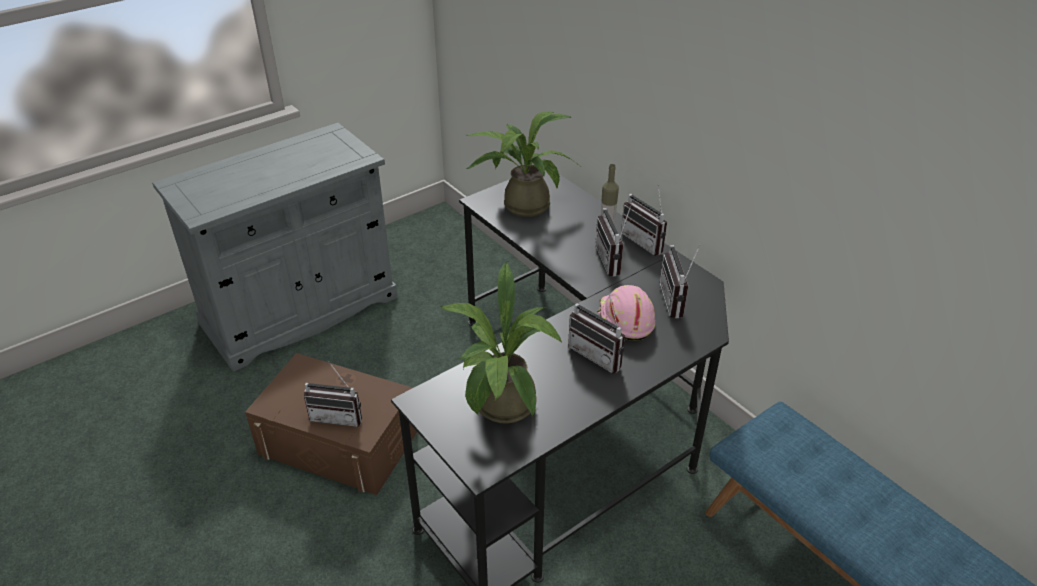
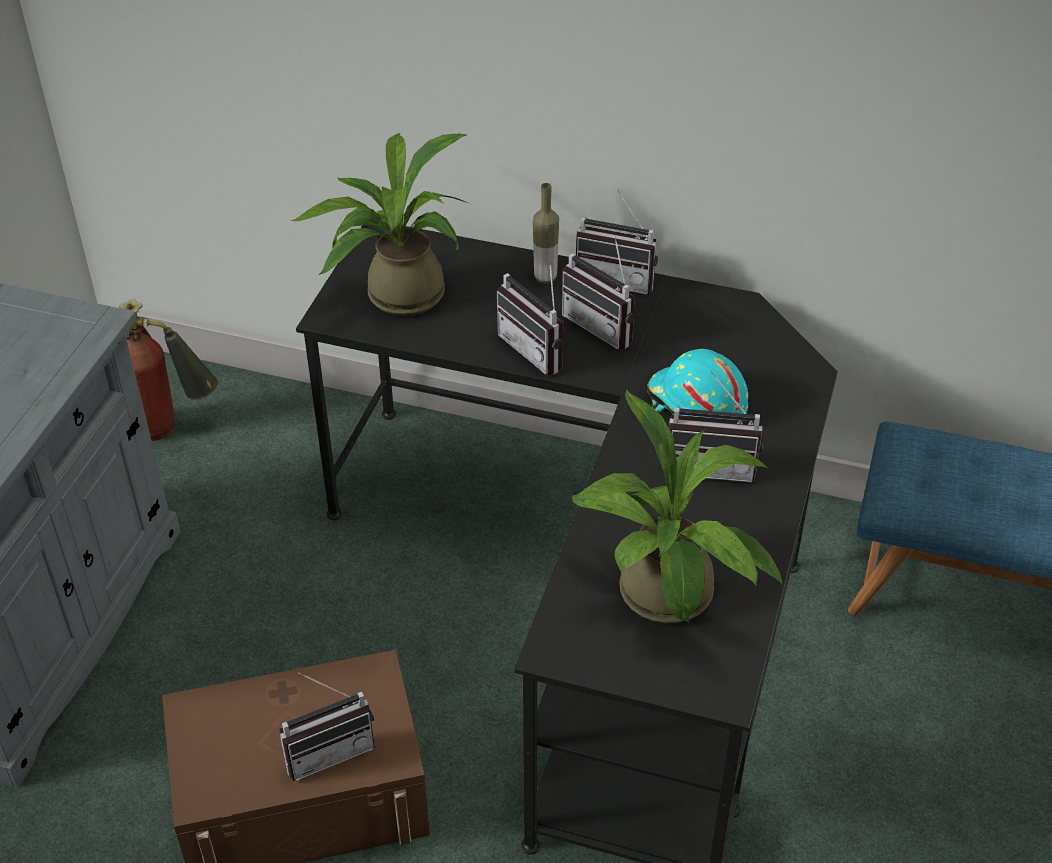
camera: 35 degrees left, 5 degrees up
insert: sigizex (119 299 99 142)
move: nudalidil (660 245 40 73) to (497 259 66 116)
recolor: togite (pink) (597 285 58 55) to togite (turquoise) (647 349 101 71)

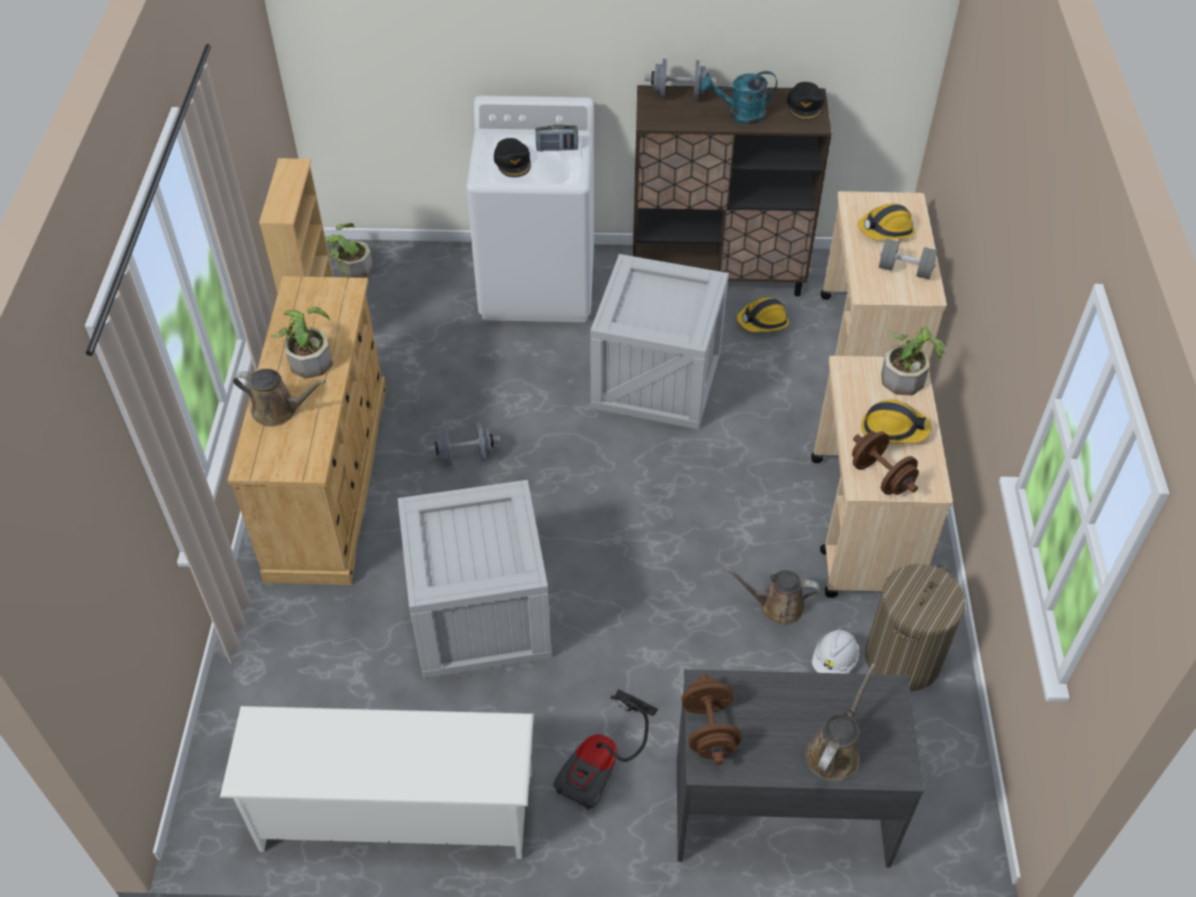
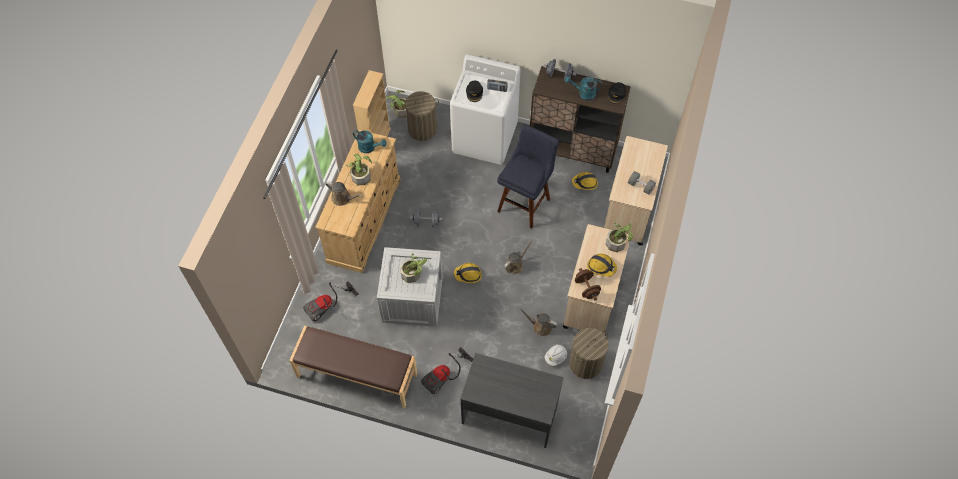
camera: 15 degrees right, 10 degrees up
delete: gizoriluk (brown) (681 674 61 91)
insert: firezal (303 281 56 40); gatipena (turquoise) (353 130 33 23); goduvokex (400 253 27 30); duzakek (402 91 37 50)
move: gatipena (brown) (805 663 71 118) to (504 239 30 35); togite (858 203 57 37) to (454 263 28 20)
replace: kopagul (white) (220 706 314 153) to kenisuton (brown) (289 326 128 82); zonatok (590 254 139 175) to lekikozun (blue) (497 125 62 103)

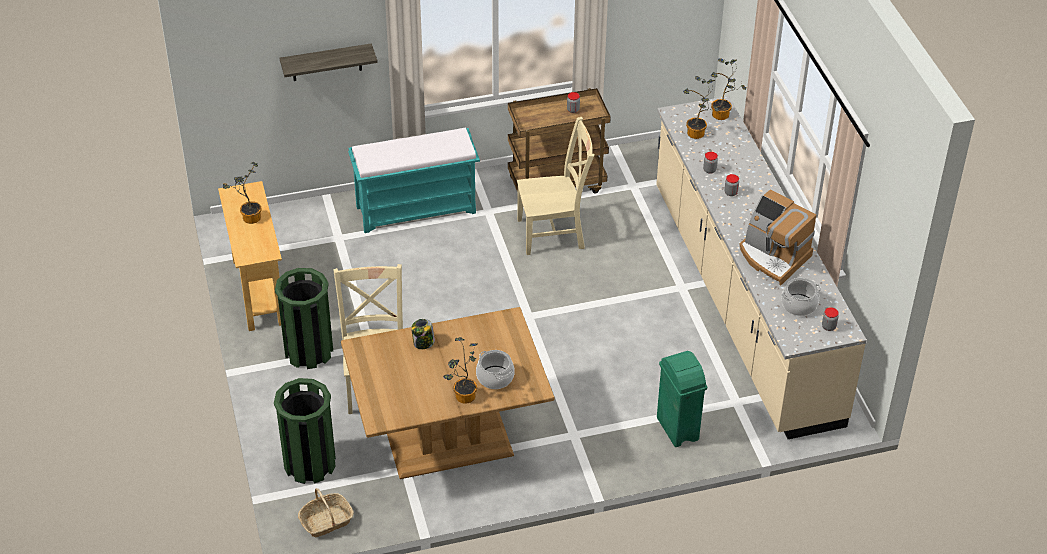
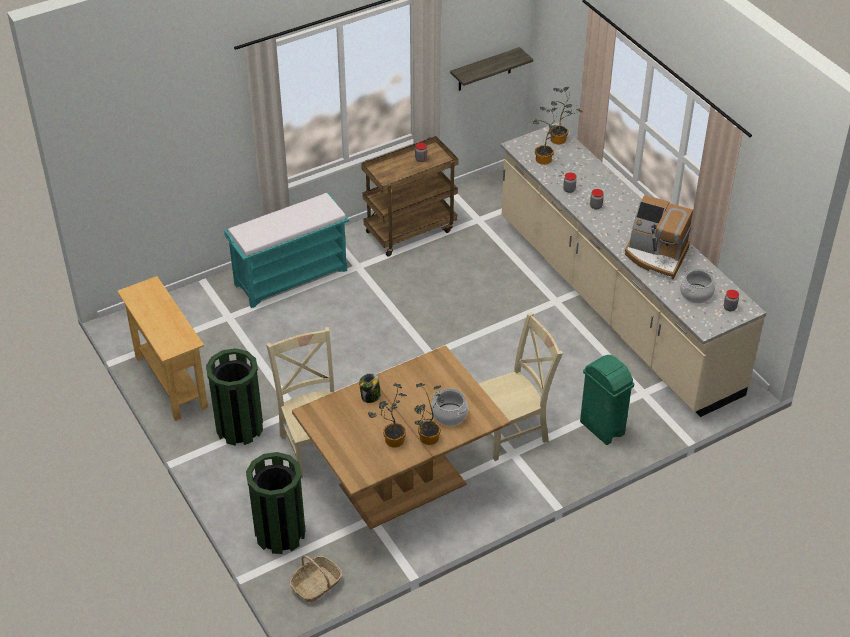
camera: 15 degrees left, 0 degrees up
move: goduvokex (223 162 39 62) to (368 383 39 64); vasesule (280 43 98 38) to (450 47 83 44); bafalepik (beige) (517 117 77 138) to (478 312 85 149)

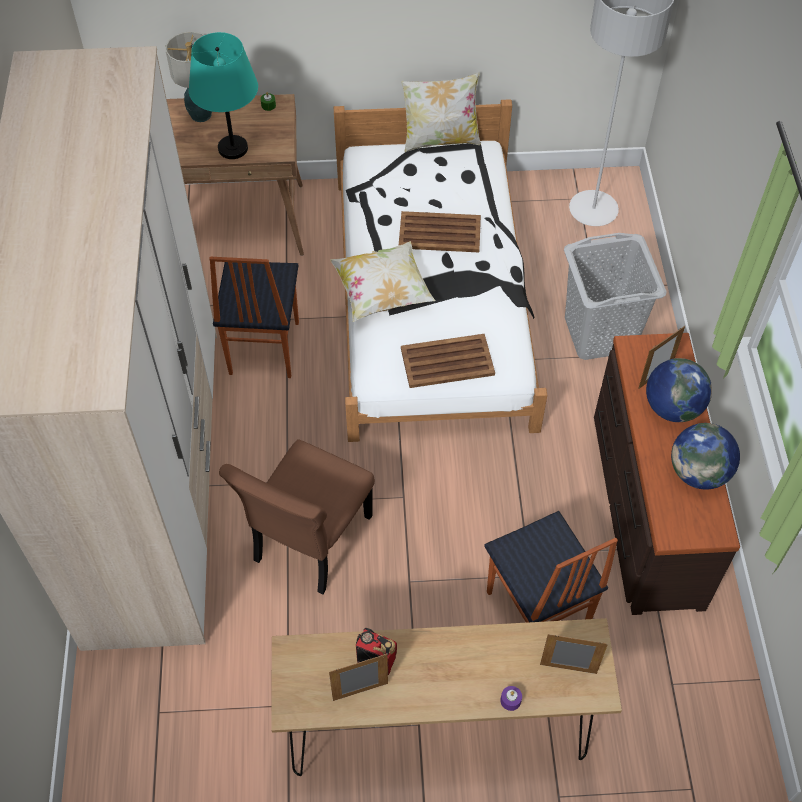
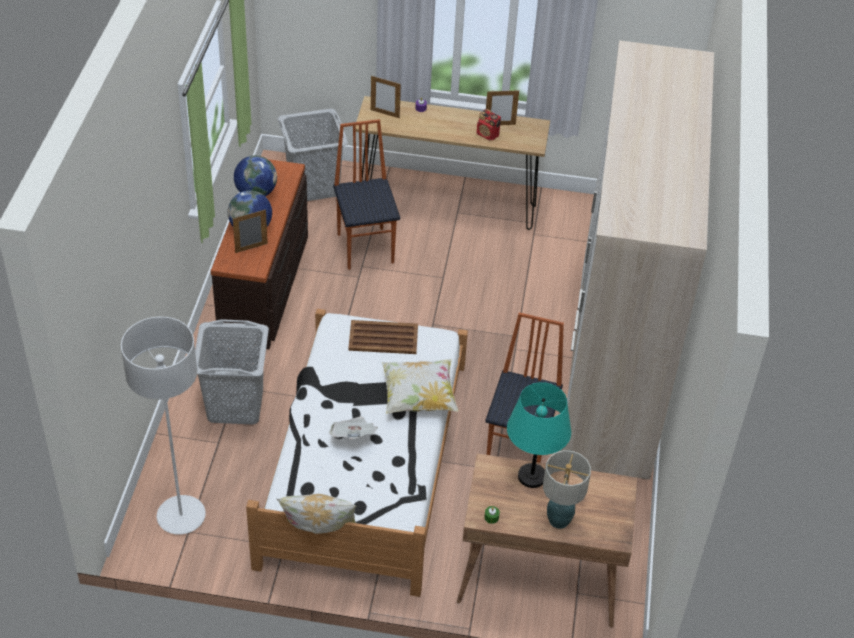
camera: 170 degrees left, 10 degrees down
delete: bafalepik (brown) (219 439 156 156)
insert: duzakek (grey) (278 108 70 93)
replace: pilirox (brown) (399 211 82 41) to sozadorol (329 417 49 22)

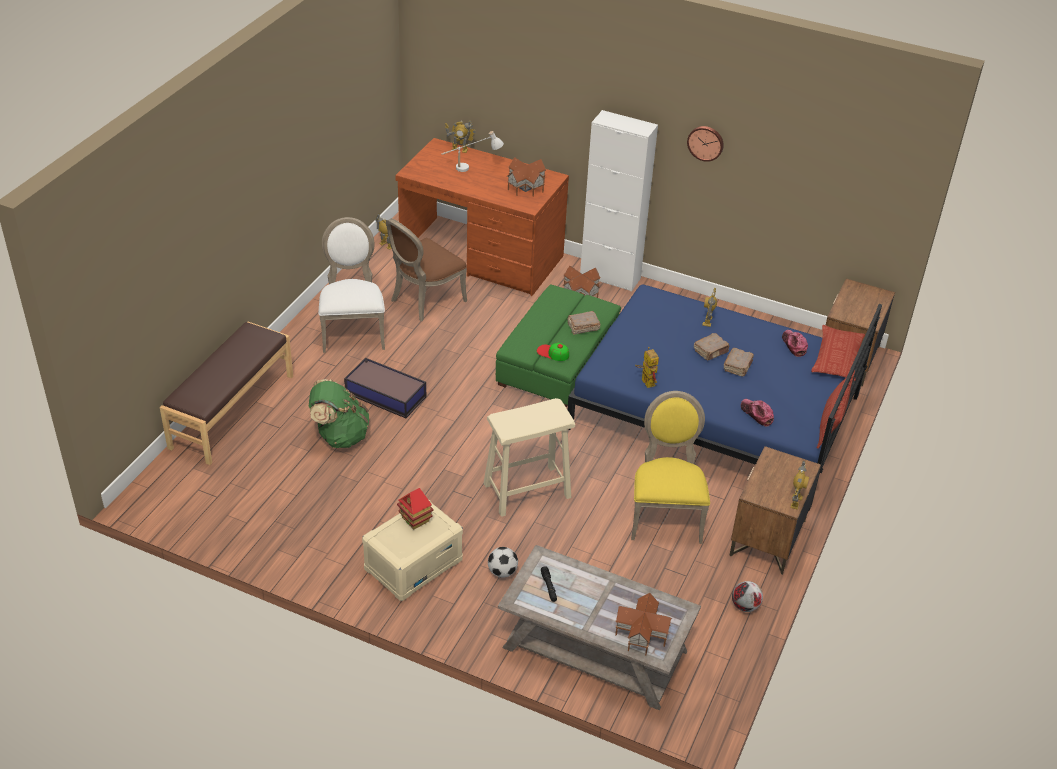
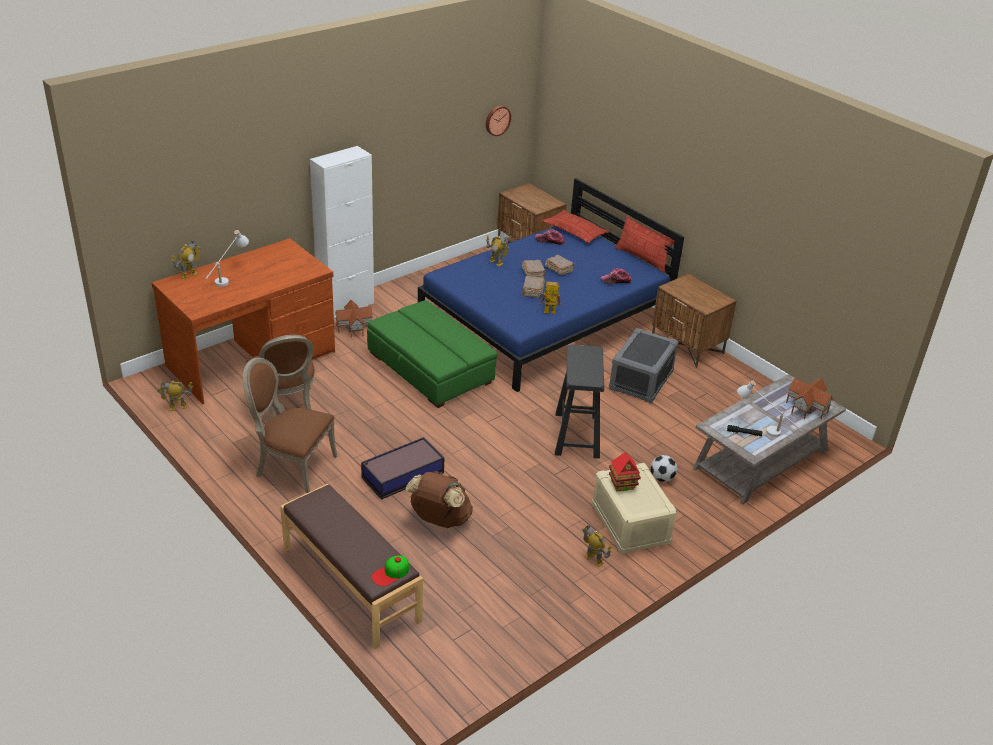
camera: 65 degrees left, 5 degrees down
delete: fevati (507 157 39 40); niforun (732 581 31 31)
insert: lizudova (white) (737 380 62 57)
move: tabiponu (537 343 32 18) to (372 555 37 31); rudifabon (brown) (567 311 33 24) to (522 276 23 22); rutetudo (687 126 37 36) to (486 106 25 30); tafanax (790 461 19 49) to (582 524 30 43)
replace: bafalepik (yellow) (631 391 79 153) to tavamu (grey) (609 328 70 75)
recolor: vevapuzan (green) (309 379 60 69) to vevapuzan (brown) (406 471 67 57); bafalepik (white) (318 217 67 136) to bafalepik (brown) (243 357 94 136); lekikozun (beige) (484 398 91 119) to lekikozun (black) (555 344 49 115)

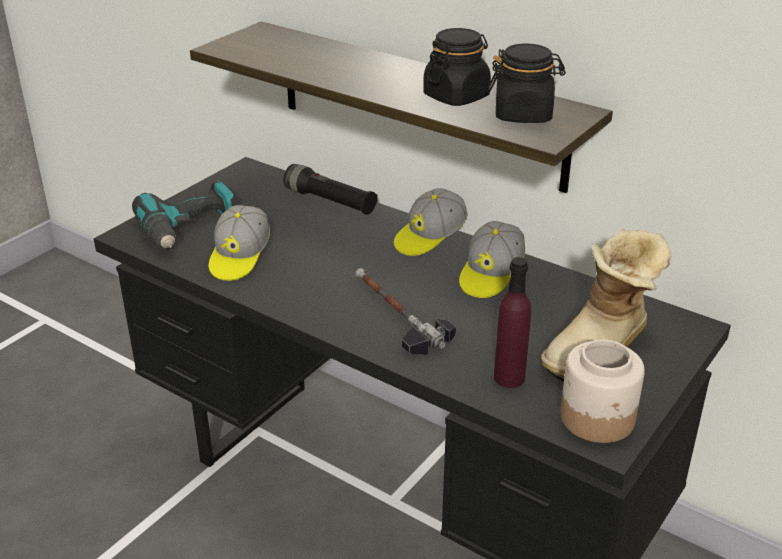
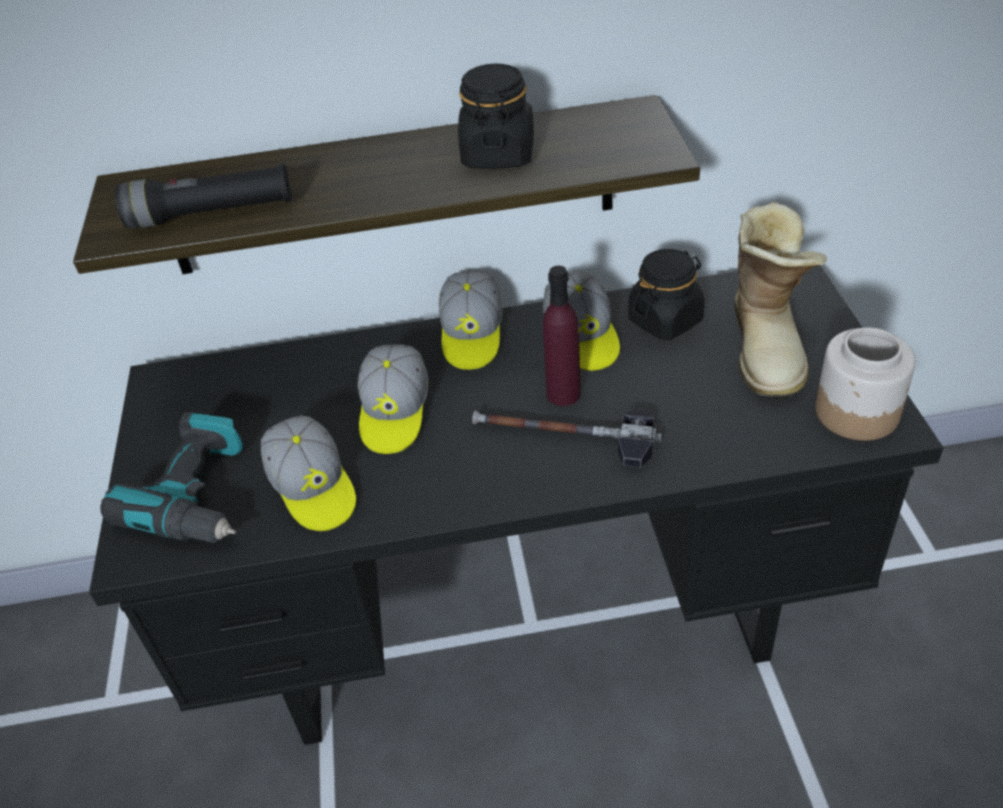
camera: 40 degrees left, 10 degrees up
insert: tabiponu (358 344 71 110)
move: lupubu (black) (284 164 94 51) to (115 163 176 65); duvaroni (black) (489 43 77 80) to (628 249 77 91); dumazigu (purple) (494 257 37 131) to (543 266 38 140)

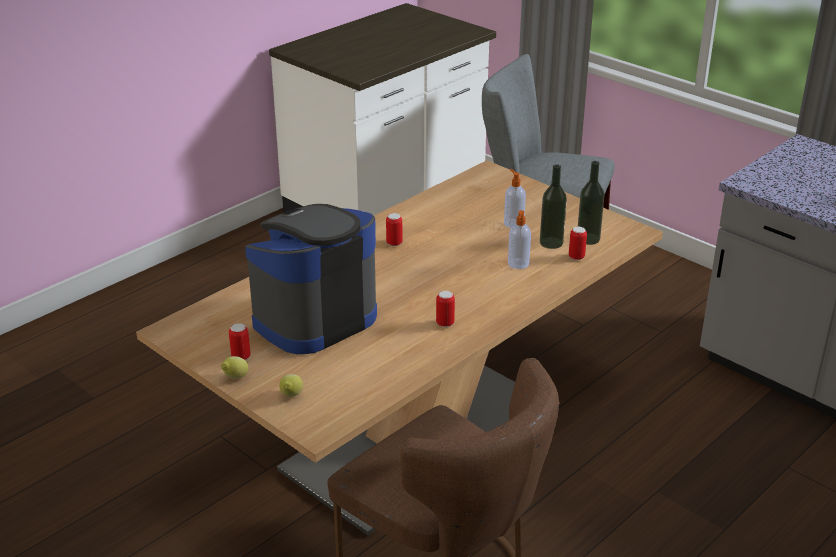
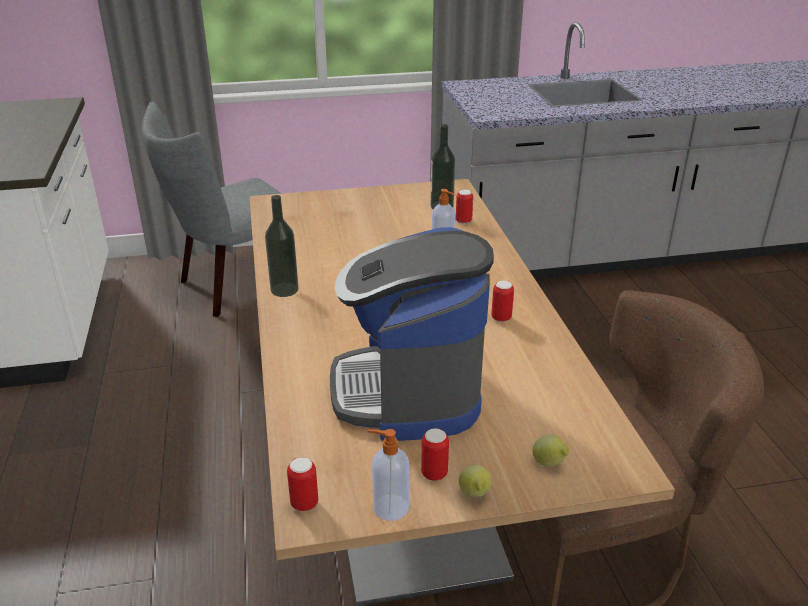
camera: 55 degrees left, 0 degrees up
move: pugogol (386 213 17 33) to (287 457 31 54); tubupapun (504 169 22 59) to (368 429 41 92); dumazigu (540 164 27 85) to (265 195 34 102)

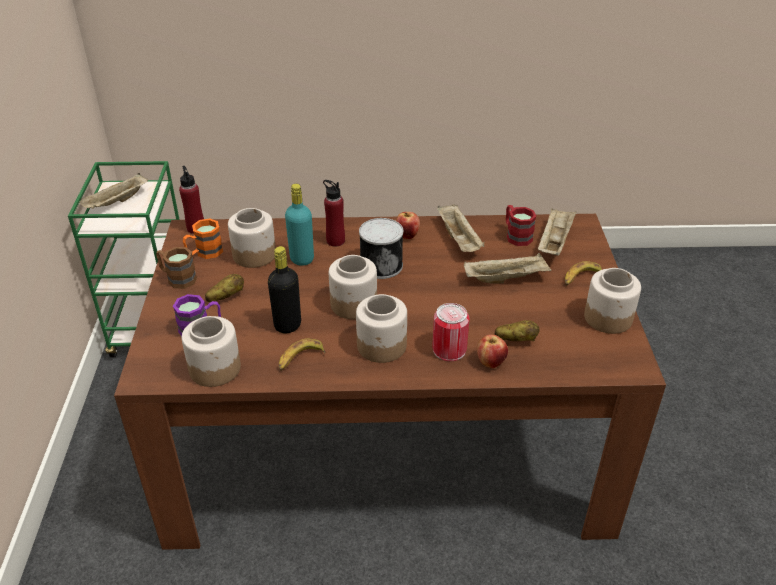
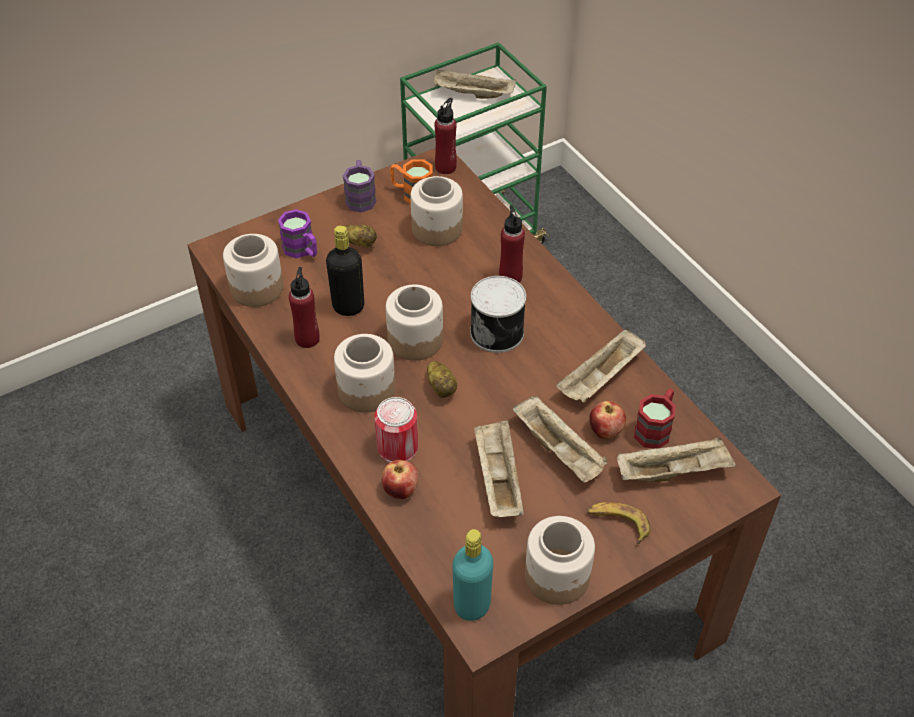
camera: 60 degrees right, 10 degrees up
insert: pilirox (beige) (474 420 50 97)
move: dumazigu (turquoise) (285 184 29 82) to (453 529 40 92); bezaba (396 212 24 27) to (589 401 37 38); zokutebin (495 320 45 21) to (427 361 30 37)
replace: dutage (279 338 47 33) to dumazigu (red) (289 267 31 81)
recolor: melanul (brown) (156 247 41 42) to melanul (purple) (343 160 34 53)

